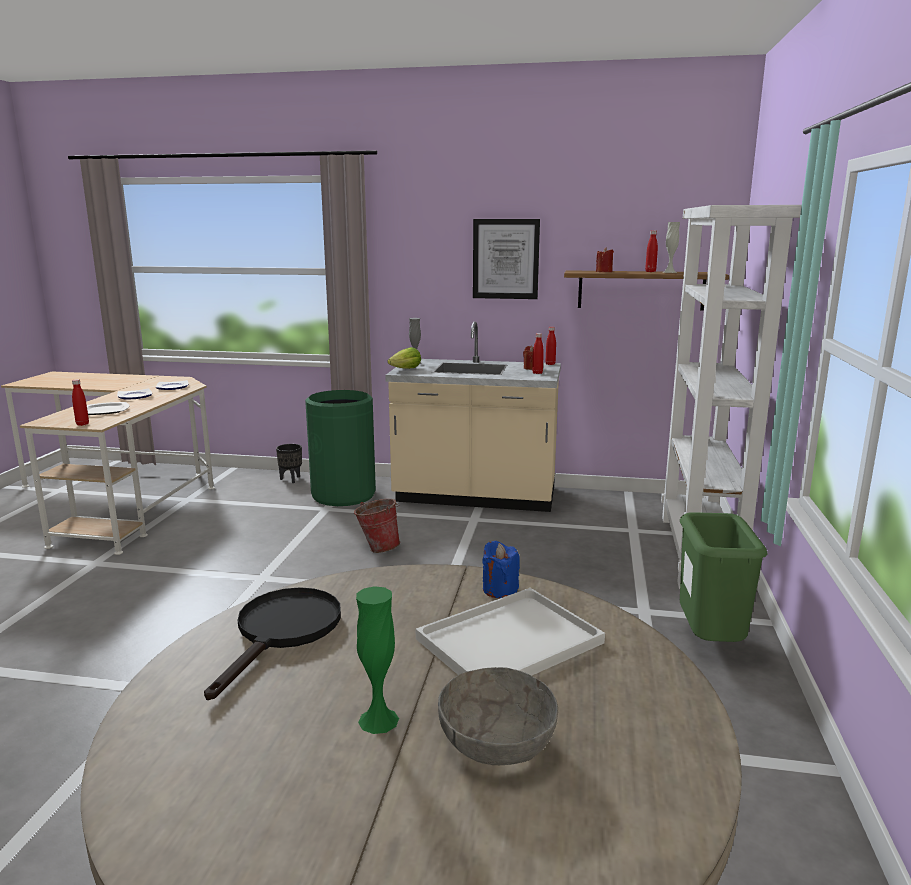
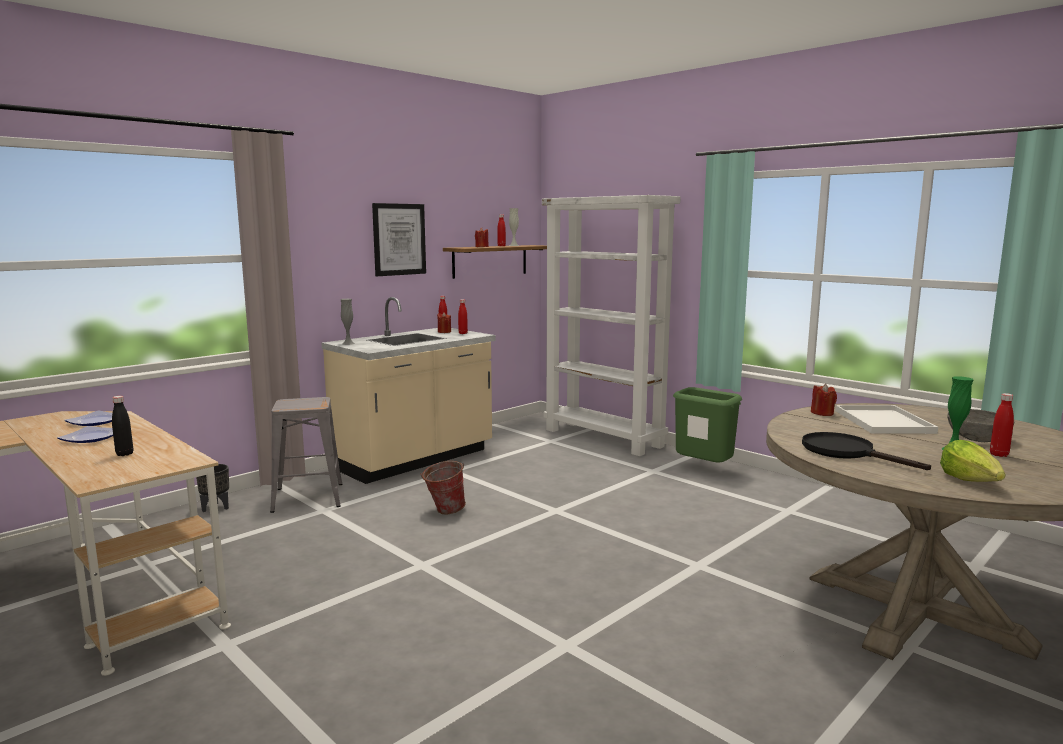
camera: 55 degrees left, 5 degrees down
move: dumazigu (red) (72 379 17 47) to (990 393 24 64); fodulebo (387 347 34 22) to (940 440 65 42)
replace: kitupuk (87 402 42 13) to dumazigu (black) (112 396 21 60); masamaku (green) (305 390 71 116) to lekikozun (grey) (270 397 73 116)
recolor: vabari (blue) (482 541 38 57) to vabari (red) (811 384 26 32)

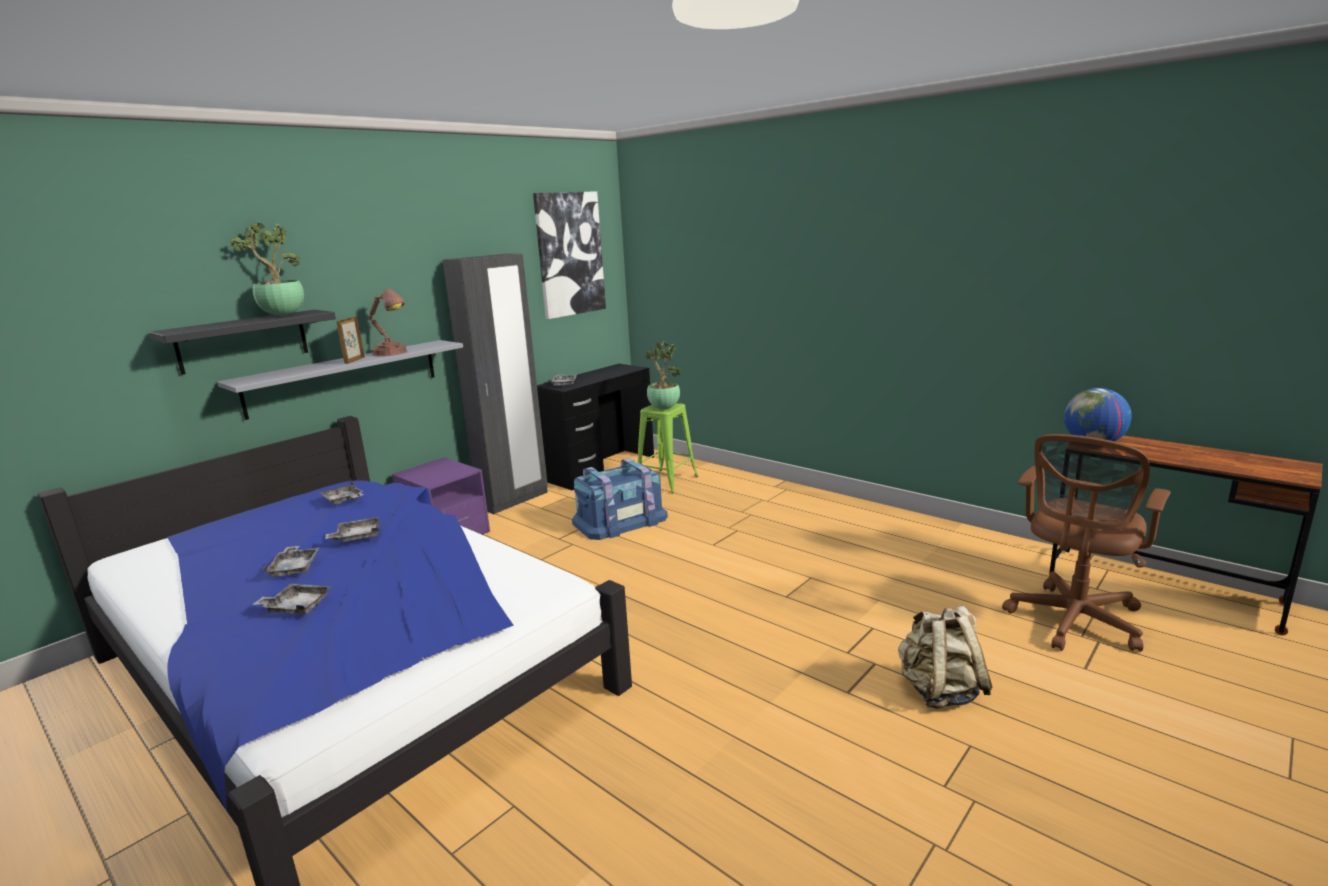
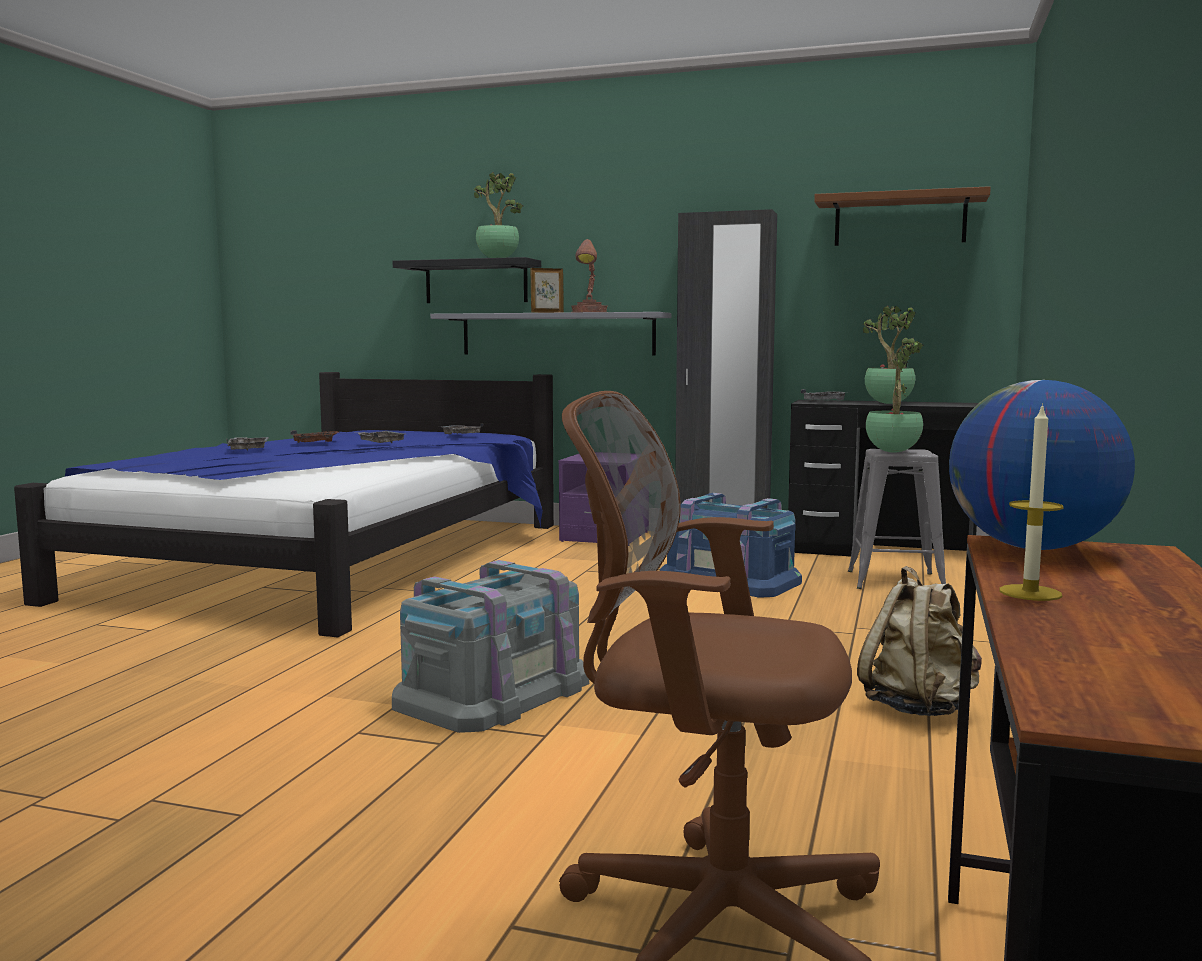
camera: 65 degrees right, 10 degrees down
insert: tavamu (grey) (392 560 197 173); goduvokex (863 305 60 99); vabari (999 403 64 198)
move: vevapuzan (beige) (898 606 94 103) to (857 566 125 150)
replace: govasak (533 191 73 128) to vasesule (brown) (814 186 177 60)
recolor: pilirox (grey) (263 546 57 31) to pilirox (brown) (290 430 50 13); lekikozun (green) (638 403 60 90) to lekikozun (grey) (848 449 98 140)

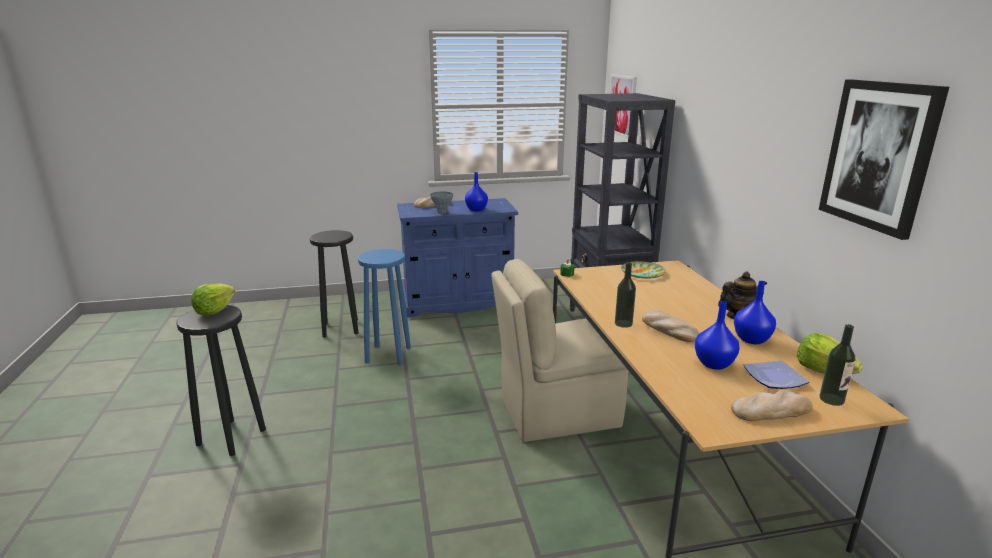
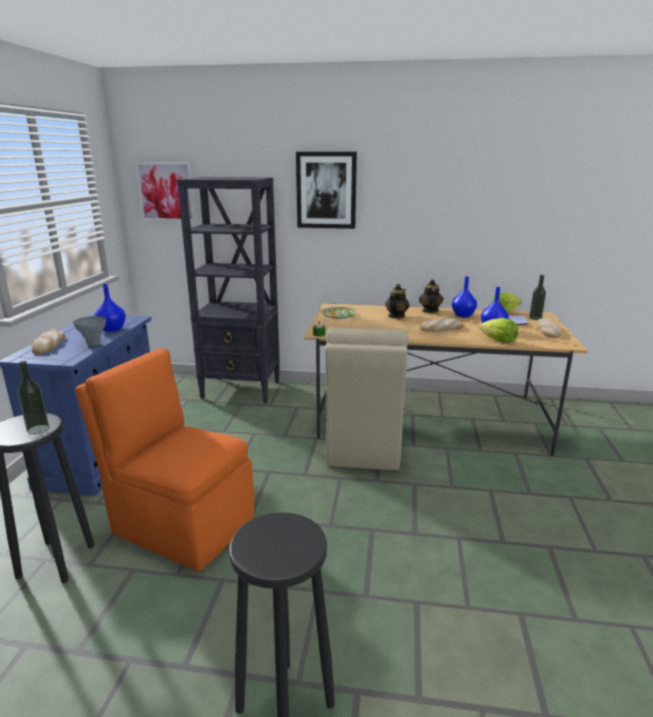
camera: 70 degrees left, 0 degrees up
insert: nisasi (385 284 25 34)
move: fodulebo (191 283 44 33) to (480 318 38 25); dumazigu (615 262 21 66) to (18 361 31 74); govasak (819 80 130 160) to (296 152 61 77)
replace: lekikozun (blue) (358 249 53 116) to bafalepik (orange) (75 348 179 223)

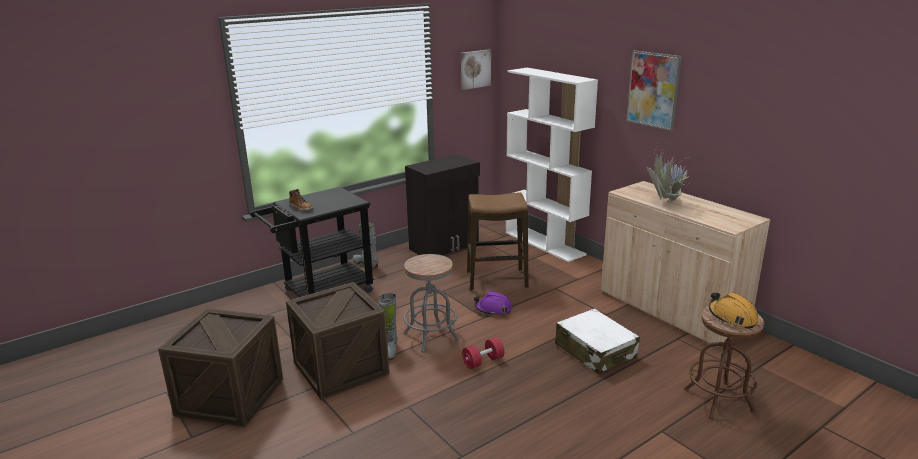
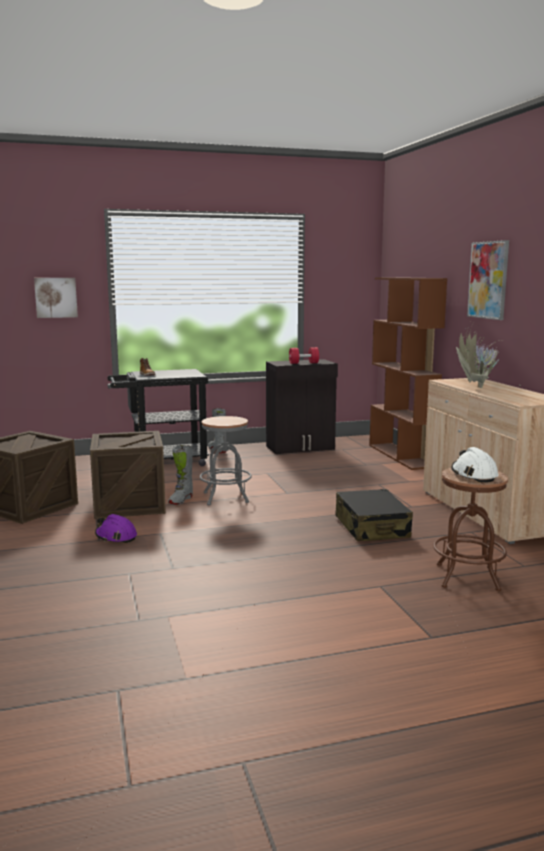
camera: 20 degrees right, 10 degrees down
delete: lekikozun (467 192 61 99)
move: govasak (461 49 30 41) to (34 278 44 40); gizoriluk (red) (462 337 43 32) to (289 347 30 17); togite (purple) (474 292 38 23) to (95 514 42 29)
recolor: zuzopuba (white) (506 68 92 194) to zuzopuba (brown) (369 277 78 193); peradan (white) (555 308 85 67) to peradan (black) (335 489 78 52); togite (orange) (709 292 50 37) to togite (white) (451 447 47 35)

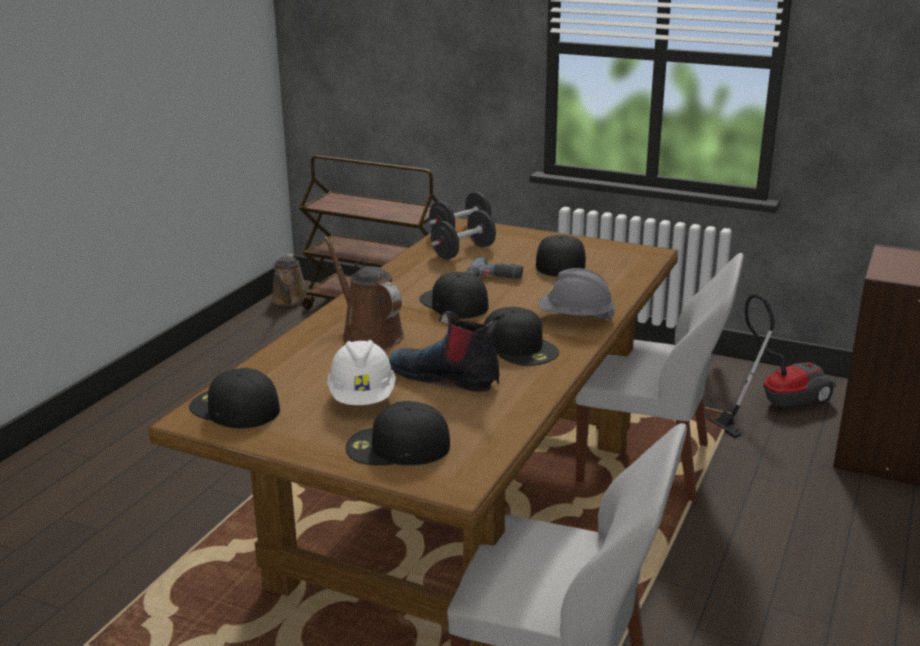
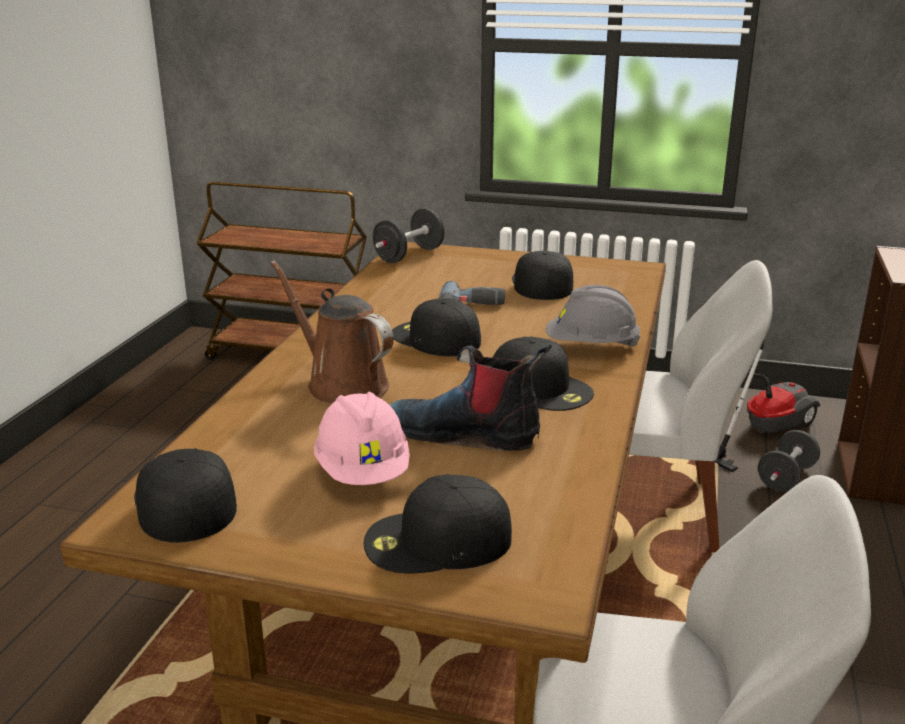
camera: 10 degrees left, 0 degrees up
delete: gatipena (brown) (271 254 36 52)
move: gizoriluk (black) (431 210 65 49) to (758 430 62 62)
recolor: togite (white) (327 340 69 65) to togite (pink) (314 392 96 93)
rotate: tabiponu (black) (189 368 91 60) = (134 448 103 95) 45 degrees clockwise

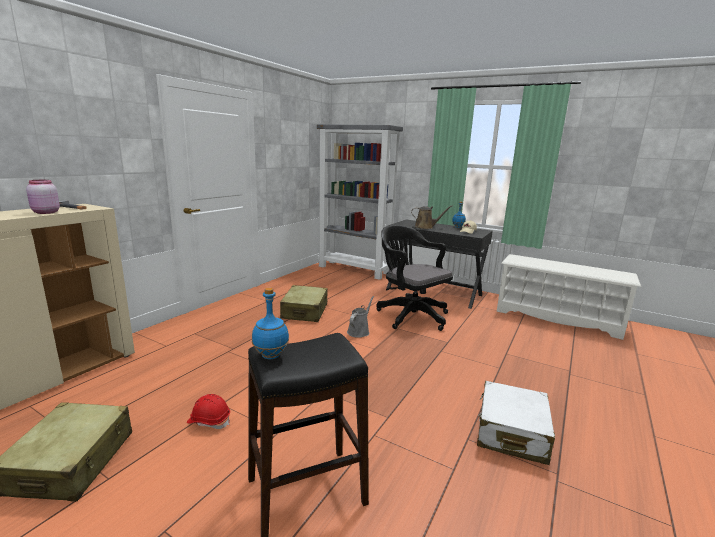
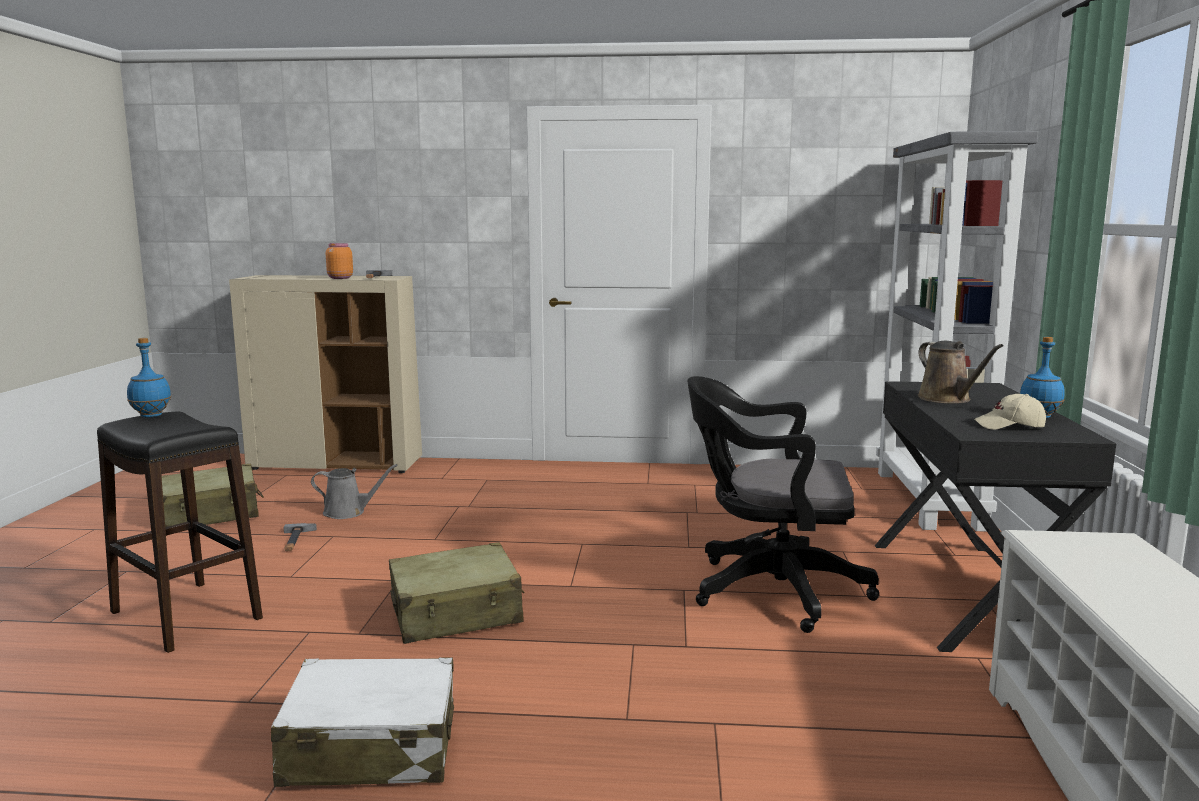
camera: 65 degrees right, 5 degrees down
move: peradan (beige) (280 285 48 37) to (389 542 135 102); gatipena (grey) (347 296 27 42) to (311 464 87 55)
replace: togite (red) (187 394 43 35) to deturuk (284 523 33 28)
recolor: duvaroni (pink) (26 180 34 34) to duvaroni (orange) (326 243 27 36)
rotate: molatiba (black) (376 225 77 106) = (688 376 191 257) 105 degrees counterclockwise

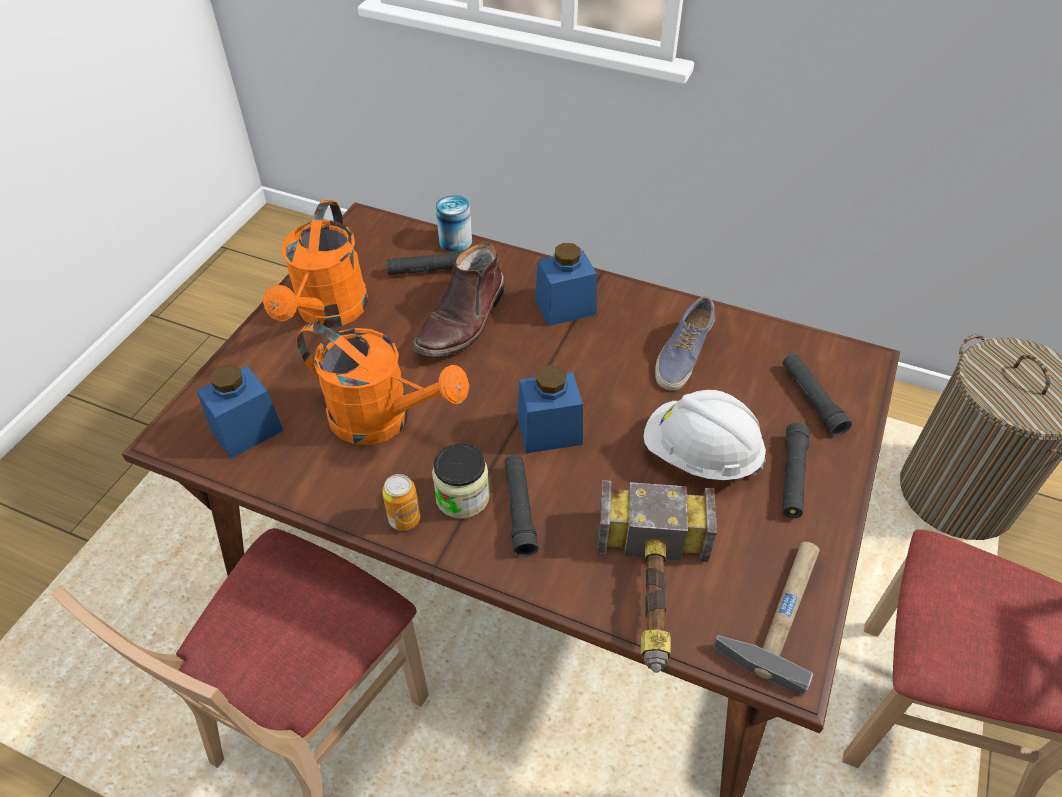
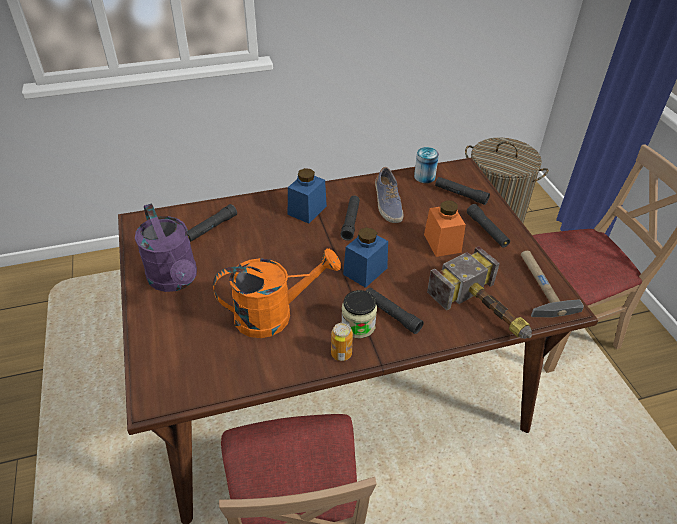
camera: 40 degrees left, 5 degrees down
delete: duvaroni (blue) (197 364 87 95); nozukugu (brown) (413 242 92 115)
insert: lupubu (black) (340 196 20 44)
move: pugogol (436 195 36 57) to (414 147 25 36)
replace: togite (white) (644 390 122 90) to duvaroni (orange) (424 200 42 57)
recolor: gatipena (orange) (263 200 105 128) to gatipena (purple) (135 204 62 88)

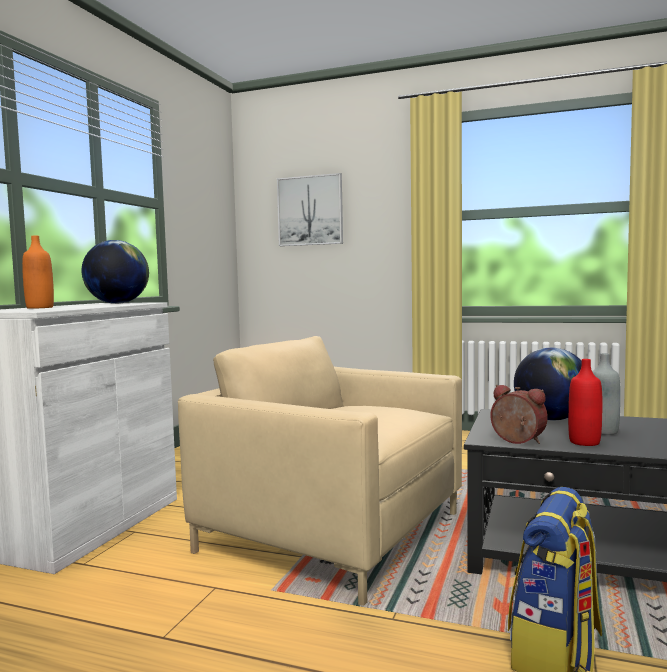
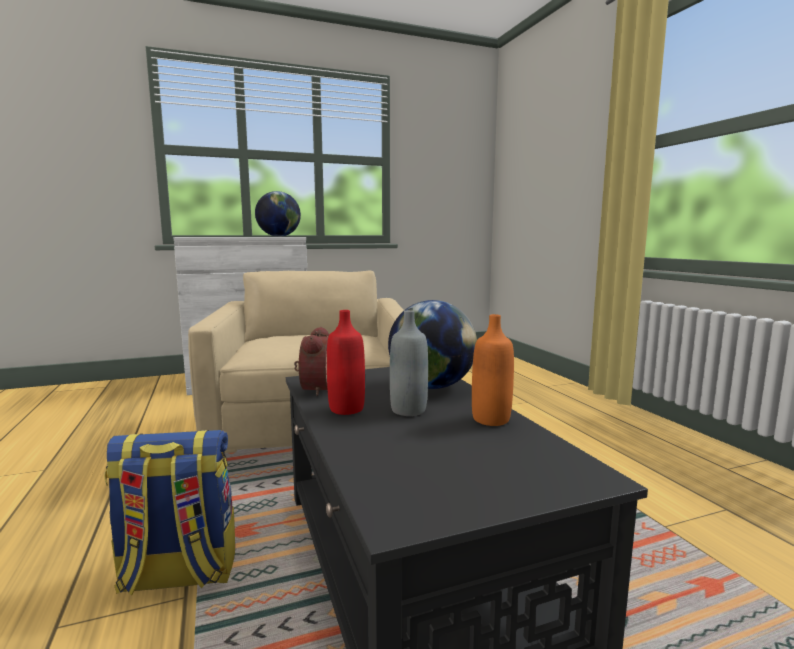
camera: 50 degrees right, 5 degrees up
delete: govasak (277 173 66 73)
move: dumazigu (orange) (22 236 32 73) to (472 314 42 112)

